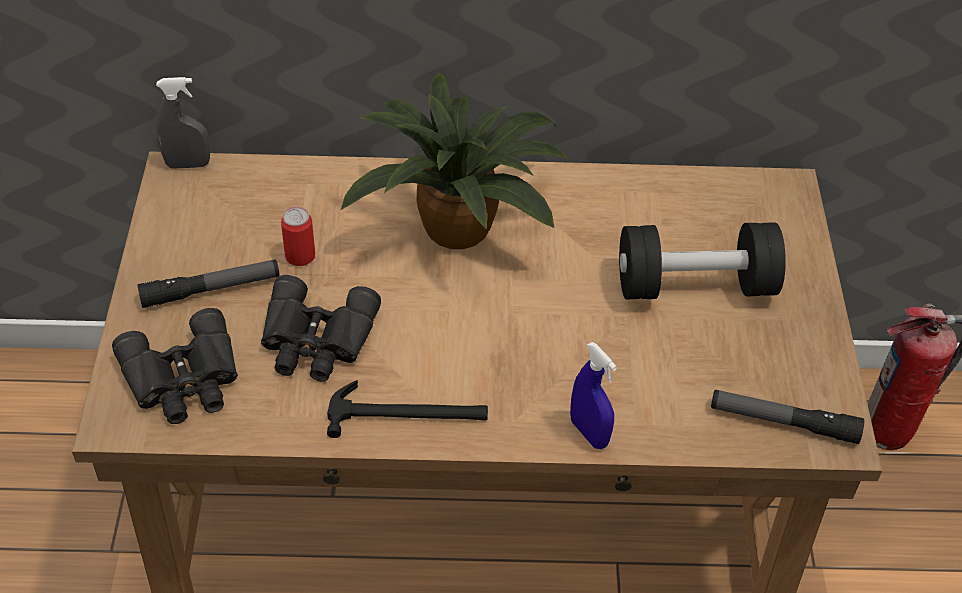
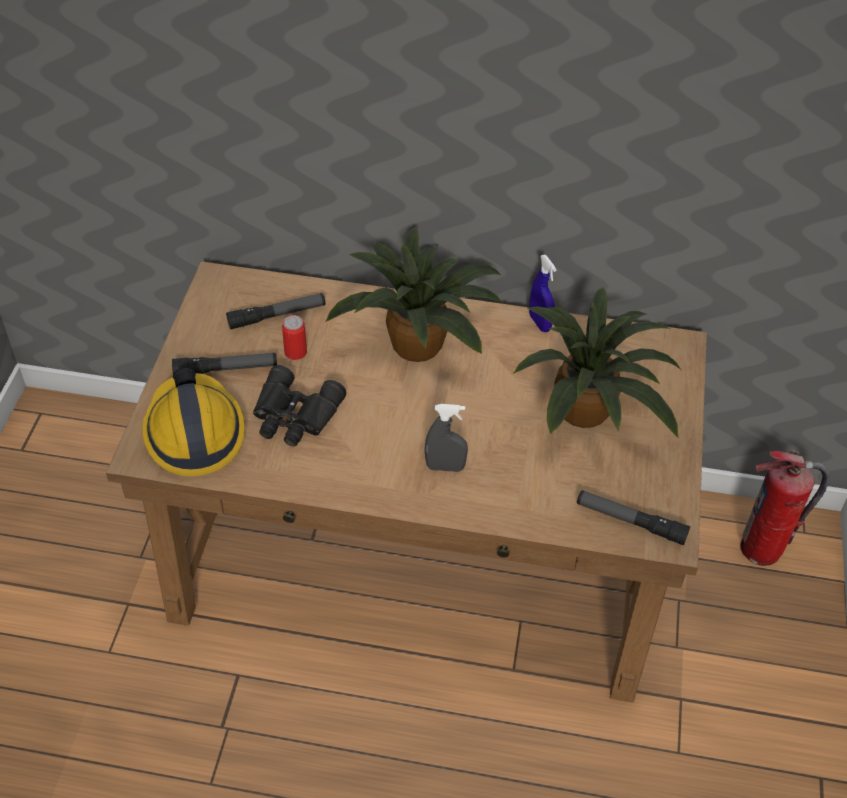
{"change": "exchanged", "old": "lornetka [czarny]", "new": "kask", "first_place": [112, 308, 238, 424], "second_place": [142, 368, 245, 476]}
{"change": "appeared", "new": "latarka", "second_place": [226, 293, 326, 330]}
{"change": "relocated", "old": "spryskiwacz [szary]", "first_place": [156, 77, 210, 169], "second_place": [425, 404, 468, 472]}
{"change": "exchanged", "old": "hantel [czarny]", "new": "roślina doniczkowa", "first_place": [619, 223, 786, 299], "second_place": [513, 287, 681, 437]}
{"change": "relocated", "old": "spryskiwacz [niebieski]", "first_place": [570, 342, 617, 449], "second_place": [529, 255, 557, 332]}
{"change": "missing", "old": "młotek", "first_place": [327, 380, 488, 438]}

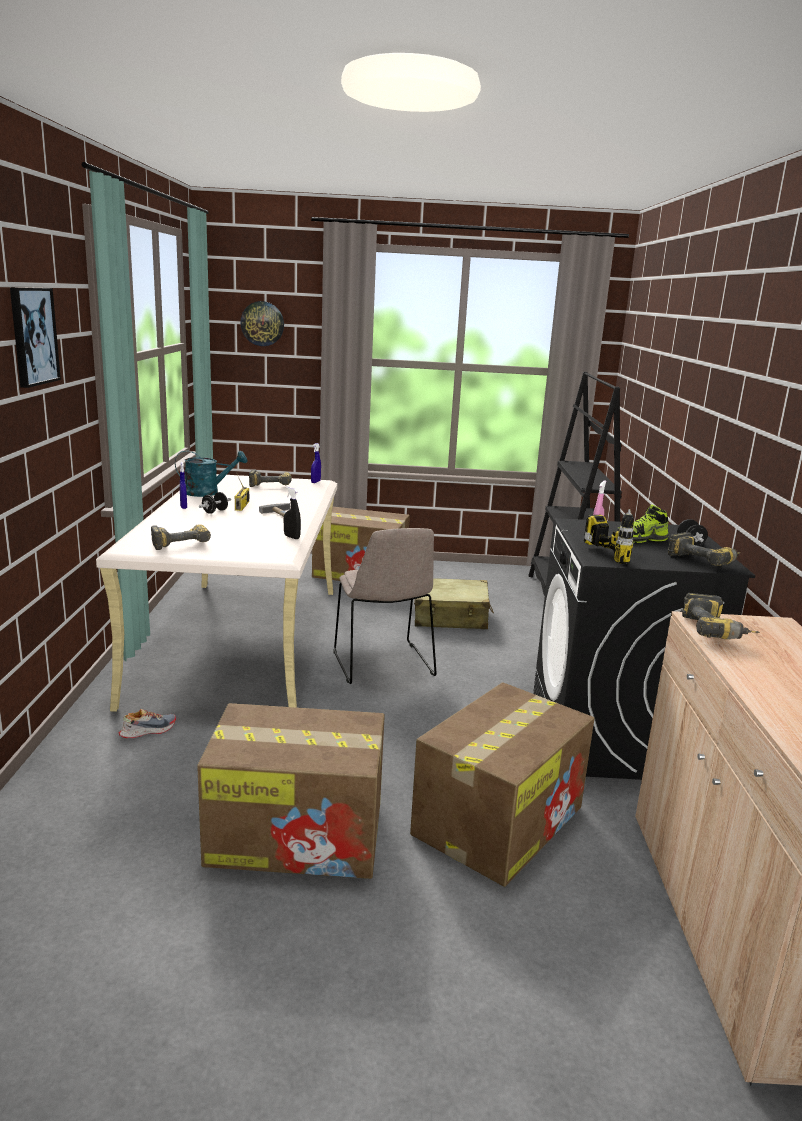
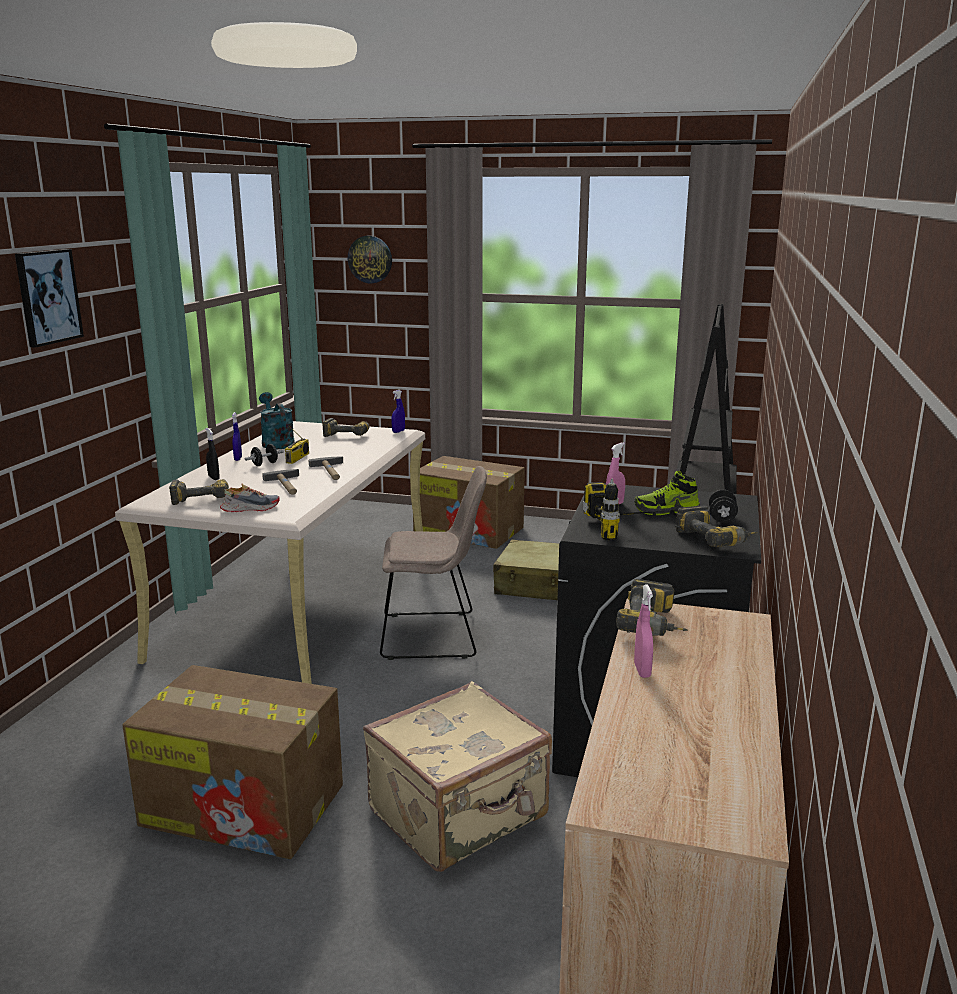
{"change": "relocated", "old": "spryskiwacz [czarny]", "first_place": [284, 487, 301, 539], "second_place": [205, 428, 220, 480]}
{"change": "relocated", "old": "but", "first_place": [119, 709, 176, 738], "second_place": [220, 484, 280, 512]}
{"change": "spun", "old": "konewka [turkusowy]", "first_place": [175, 450, 247, 497], "second_place": [259, 392, 295, 449], "degrees": -120}
{"change": "appeared", "new": "młotek", "second_place": [262, 469, 299, 495]}
{"change": "exchanged", "old": "karton", "new": "walizka [beżowy]", "first_place": [410, 682, 594, 887], "second_place": [363, 681, 552, 872]}
{"change": "spun", "old": "krzesło [beżowy]", "first_place": [333, 528, 436, 684], "second_place": [380, 466, 487, 660], "degrees": -90}
{"change": "appeared", "new": "spryskiwacz [różowy]", "second_place": [634, 584, 653, 678]}

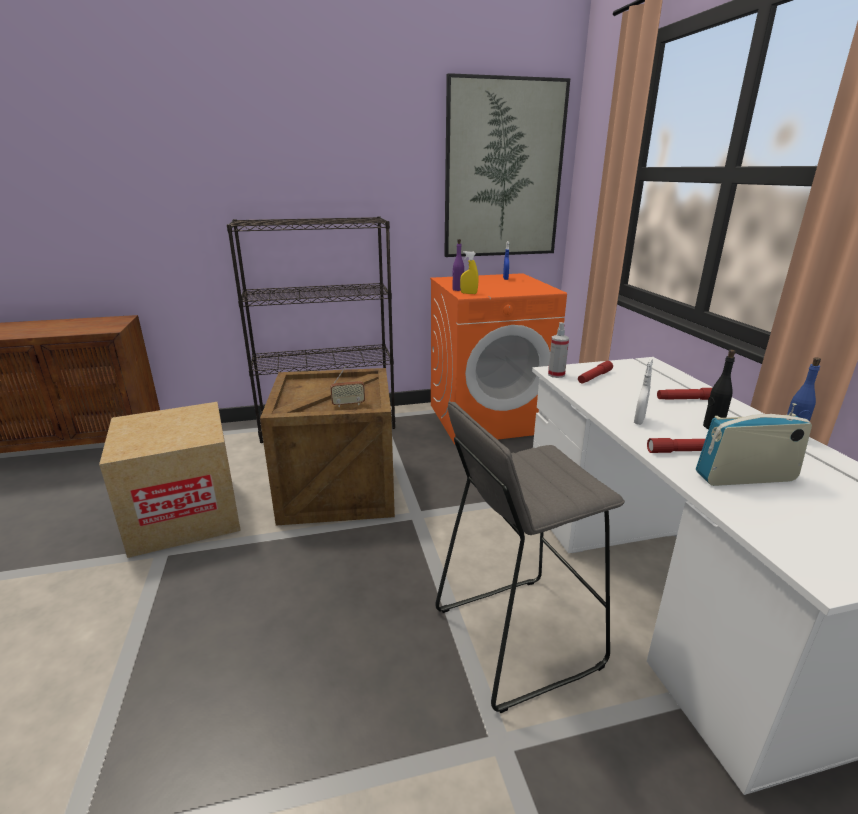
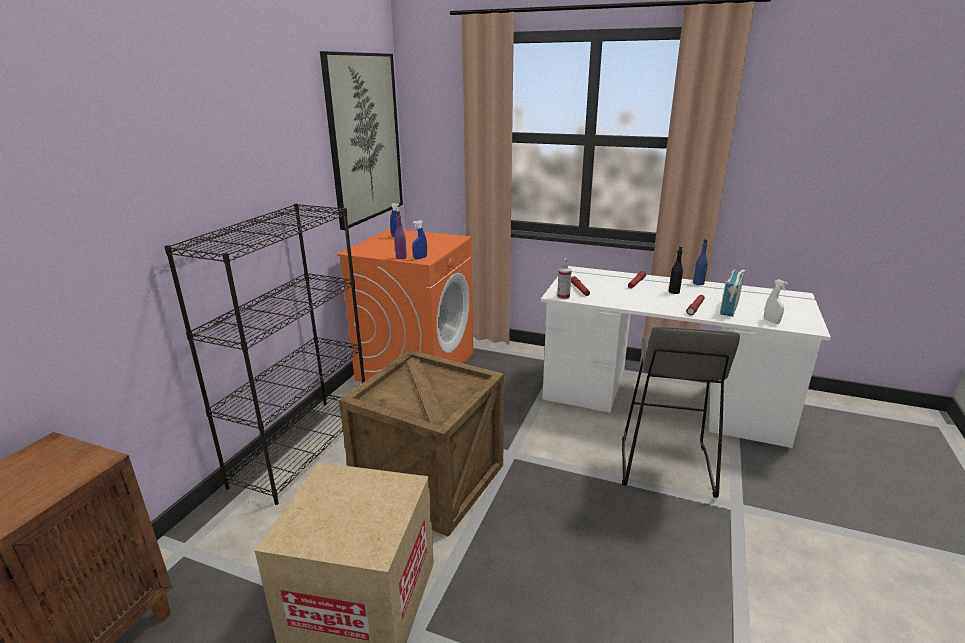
{"change": "colour", "old": "spryskiwacz [żółty]", "new": "spryskiwacz [niebieski]", "first_place": [460, 251, 478, 294], "second_place": [412, 220, 427, 259]}
{"change": "relocated", "old": "spryskiwacz [biały]", "first_place": [634, 359, 653, 425], "second_place": [764, 279, 788, 324]}
{"change": "missing", "old": "radio", "first_place": [330, 365, 365, 407]}

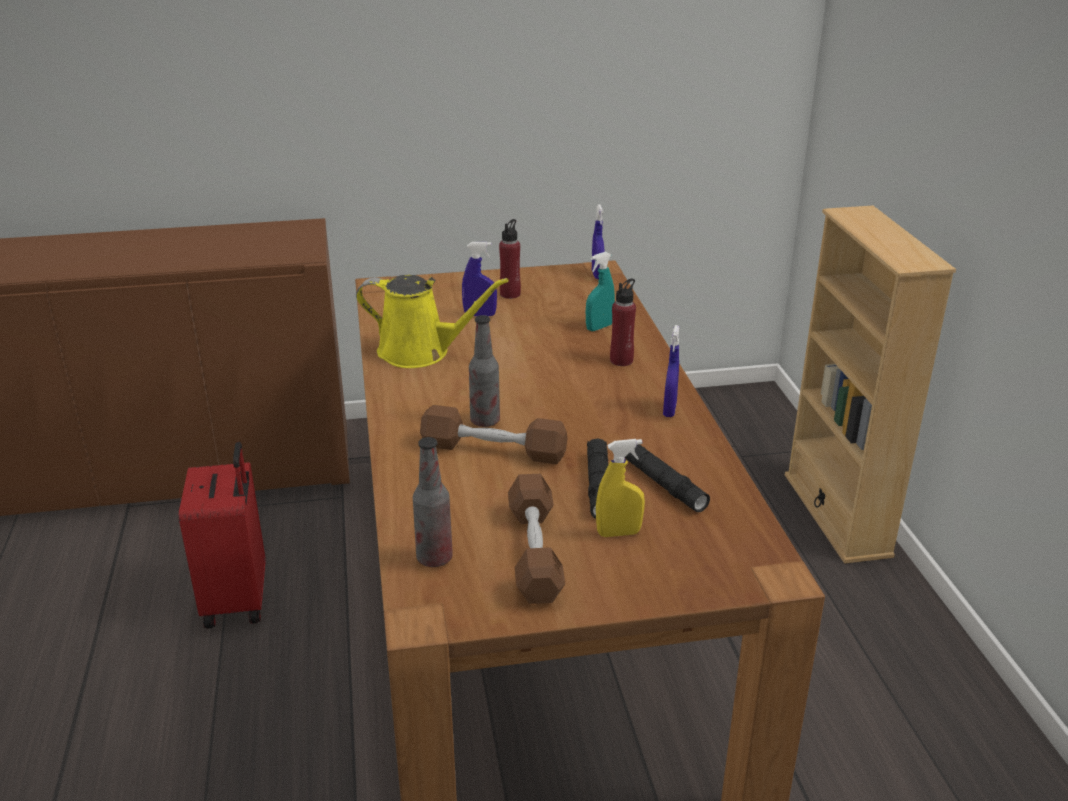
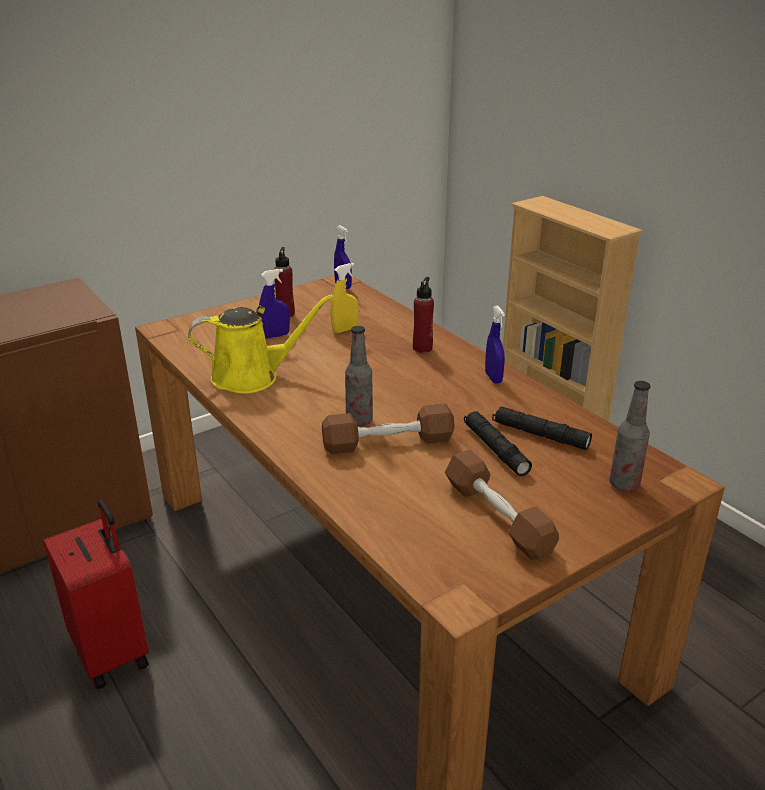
{"change": "relocated", "old": "spryskiwacz [żółty]", "first_place": [596, 439, 645, 537], "second_place": [331, 263, 359, 333]}
{"change": "relocated", "old": "butelka", "first_place": [413, 437, 453, 567], "second_place": [609, 381, 650, 491]}
{"change": "missing", "old": "spryskiwacz [turkusowy]", "first_place": [586, 252, 615, 331]}

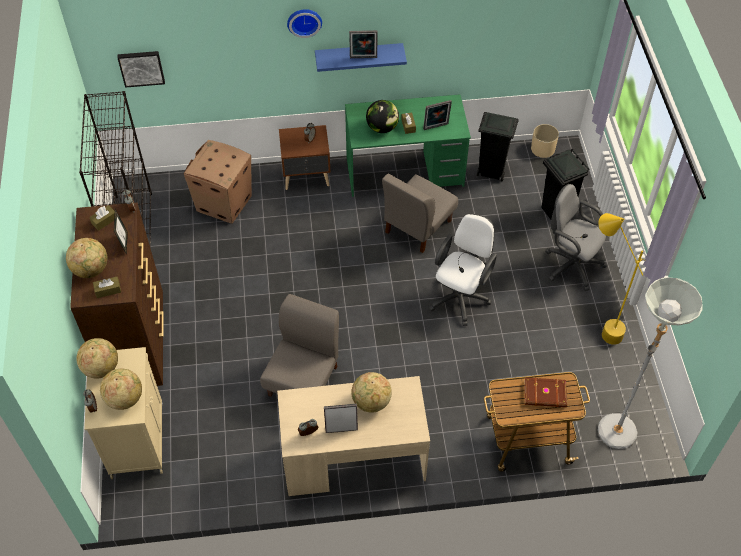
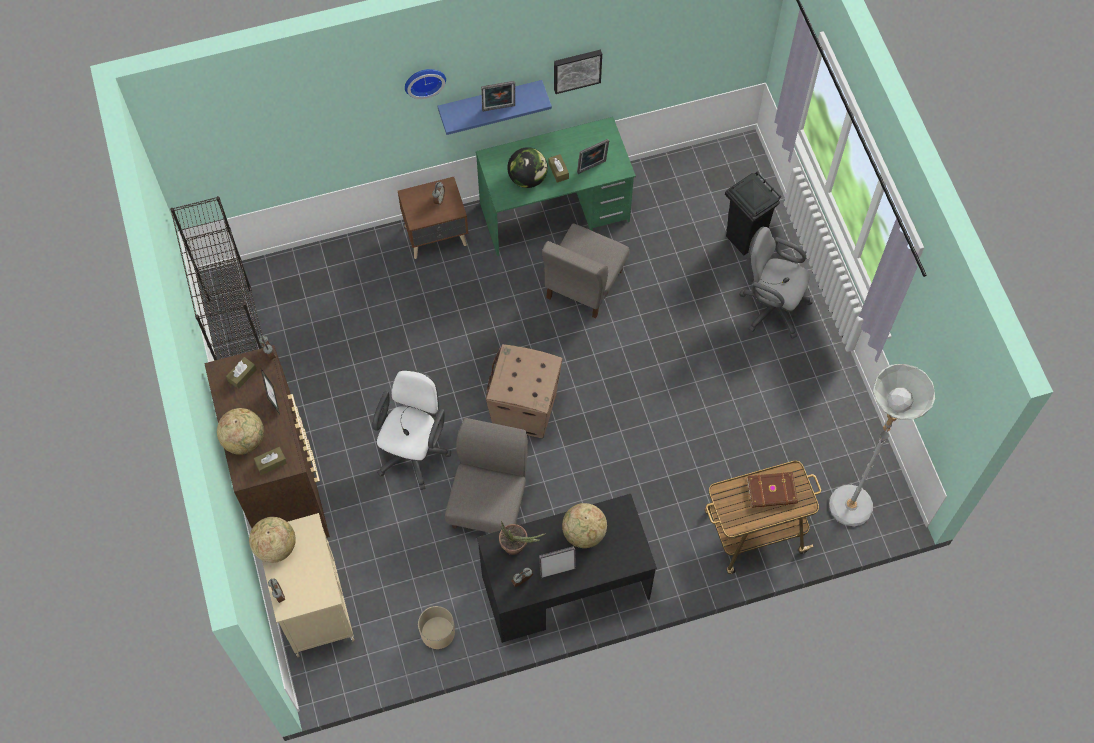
{"change": "relocated", "old": "krzesło biurowe [biały]", "first_place": [429, 214, 497, 326], "second_place": [372, 369, 451, 490]}
{"change": "relocated", "old": "donica [beżowy]", "first_place": [531, 124, 559, 158], "second_place": [418, 606, 455, 649]}
{"change": "colour", "old": "biurko [beżowy]", "new": "biurko [czarny]", "first_place": [277, 376, 430, 496], "second_place": [477, 494, 657, 643]}
{"change": "relocated", "old": "karton", "first_place": [183, 140, 252, 224], "second_place": [486, 344, 563, 439]}
{"change": "appeared", "new": "roślina doniczkowa", "second_place": [499, 521, 546, 555]}
{"change": "relocated", "old": "obraz", "first_place": [117, 51, 165, 88], "second_place": [554, 50, 602, 94]}
{"change": "missing", "old": "globus", "first_place": [100, 368, 142, 410]}
{"change": "missing", "old": "kosz na śmieci [czarny]", "first_place": [477, 112, 519, 181]}
{"change": "missing", "old": "lampa stojąca [żółty]", "first_place": [598, 213, 643, 345]}

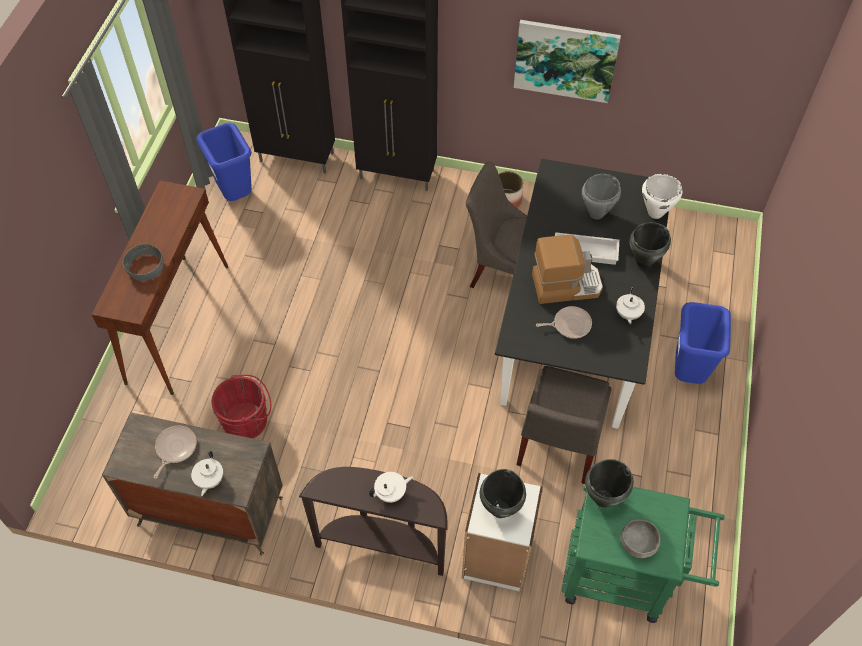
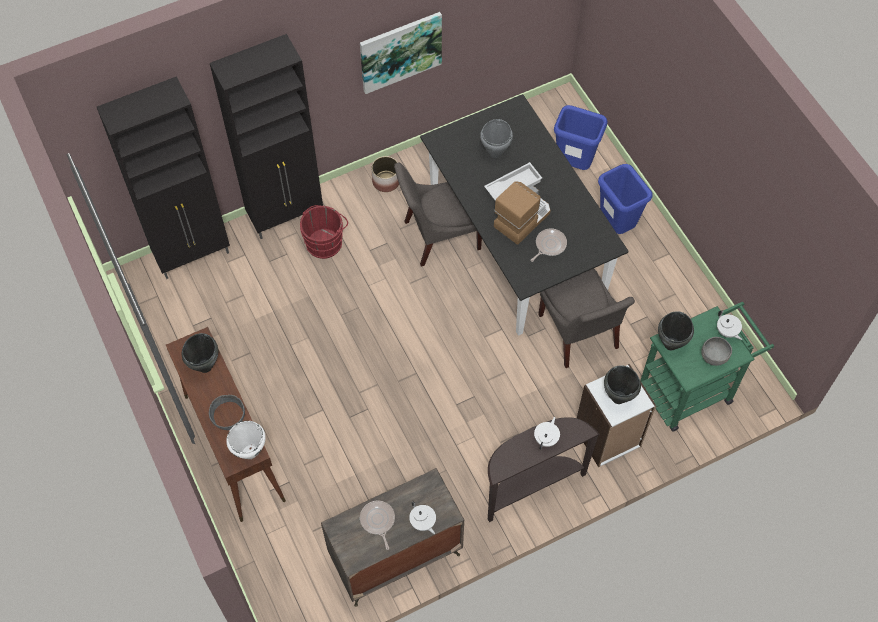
{"change": "relocated", "old": "garnek [czarny]", "first_place": [629, 222, 671, 268], "second_place": [182, 333, 218, 373]}
{"change": "relocated", "old": "garnek [biały]", "first_place": [642, 174, 683, 219], "second_place": [226, 421, 266, 459]}
{"change": "relocated", "old": "wiadro [czerwony]", "first_place": [212, 375, 271, 439], "second_place": [300, 205, 348, 259]}
{"change": "relocated", "old": "kosz na śmieci [niebieski]", "first_place": [196, 123, 252, 201], "second_place": [554, 105, 608, 170]}
{"change": "relocated", "old": "imbryk [biały]", "first_place": [616, 287, 645, 324], "second_place": [717, 310, 742, 340]}

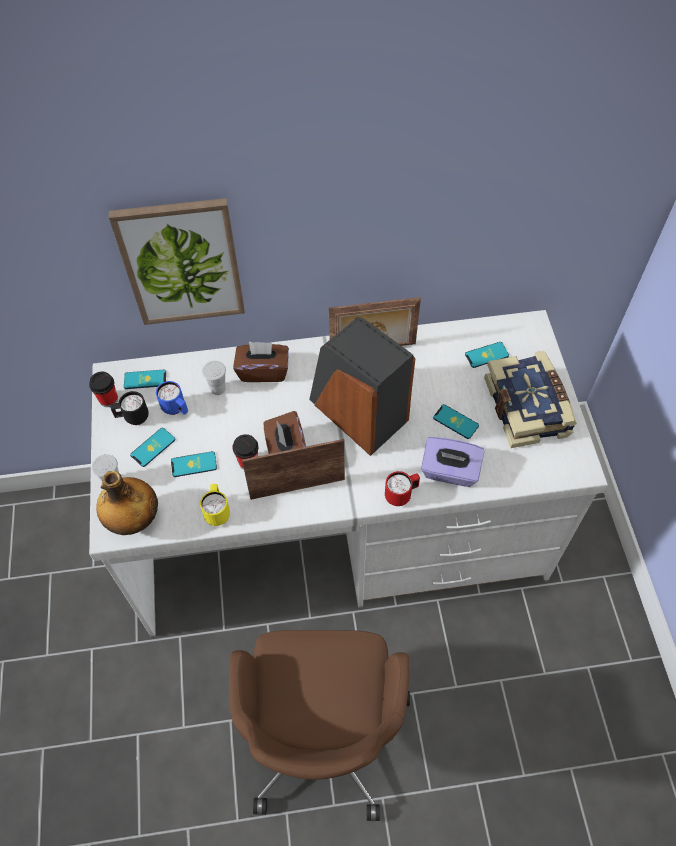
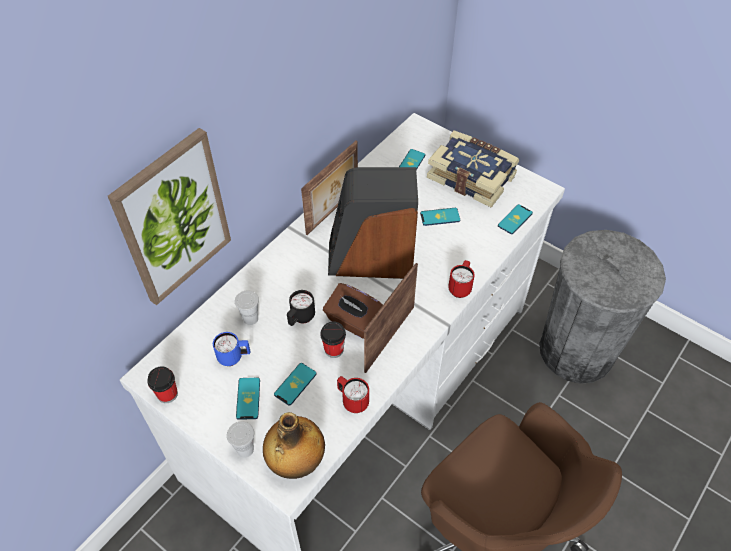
{"change": "relocated", "old": "kubek [czarny]", "first_place": [110, 391, 149, 425], "second_place": [287, 290, 315, 326]}
{"change": "colour", "old": "kubek [żółty]", "new": "kubek [czerwony]", "first_place": [200, 484, 230, 526], "second_place": [337, 376, 369, 413]}
{"change": "relocated", "old": "telefon", "first_place": [124, 370, 166, 389], "second_place": [498, 204, 533, 234]}
{"change": "appeared", "new": "kosz na śmieci [szary]", "second_place": [539, 230, 666, 384]}
{"change": "missing", "old": "pudełko chusteczek [brązowy]", "first_place": [233, 342, 289, 382]}
{"change": "missing", "old": "pudełko chusteczek [fioletowy]", "first_place": [421, 437, 485, 487]}

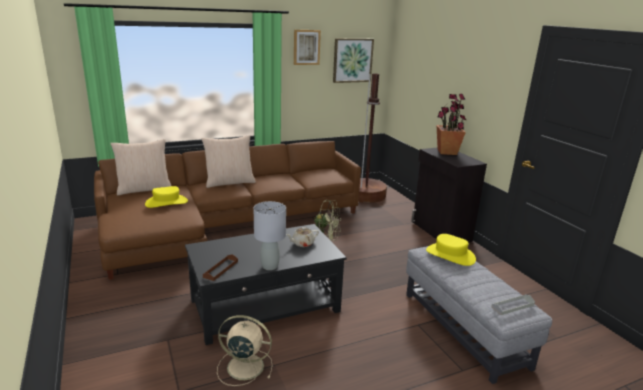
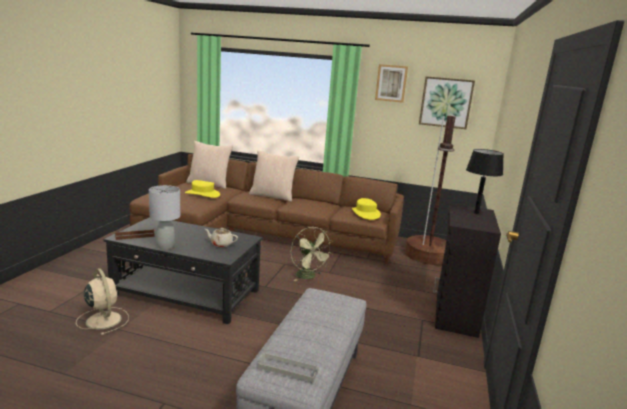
{"change": "relocated", "old": "kapelusz [żółty]", "first_place": [426, 234, 476, 266], "second_place": [352, 198, 381, 220]}
{"change": "exchanged", "old": "roślina doniczkowa", "new": "lampa stołowa [czarny]", "first_place": [437, 94, 466, 155], "second_place": [466, 149, 504, 214]}

